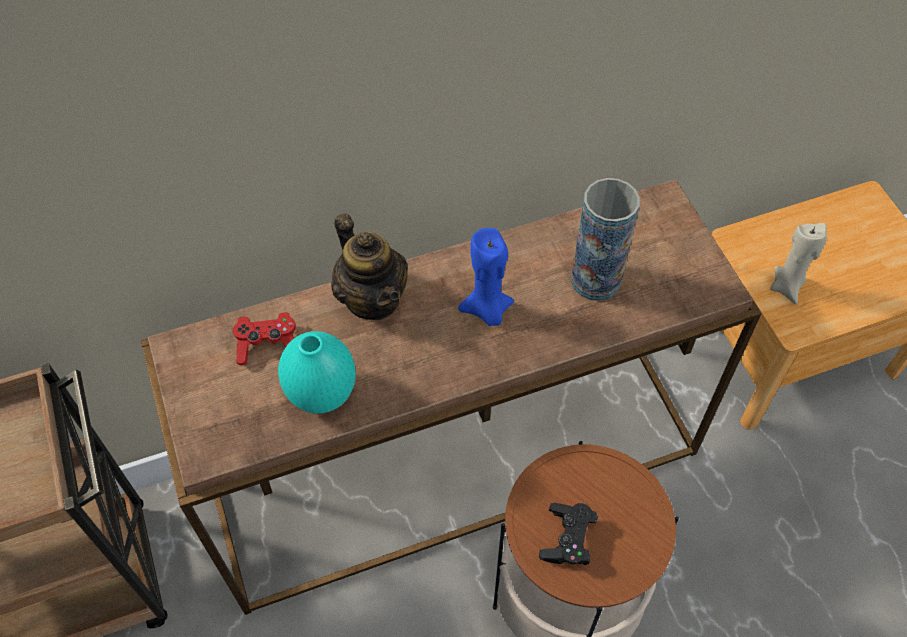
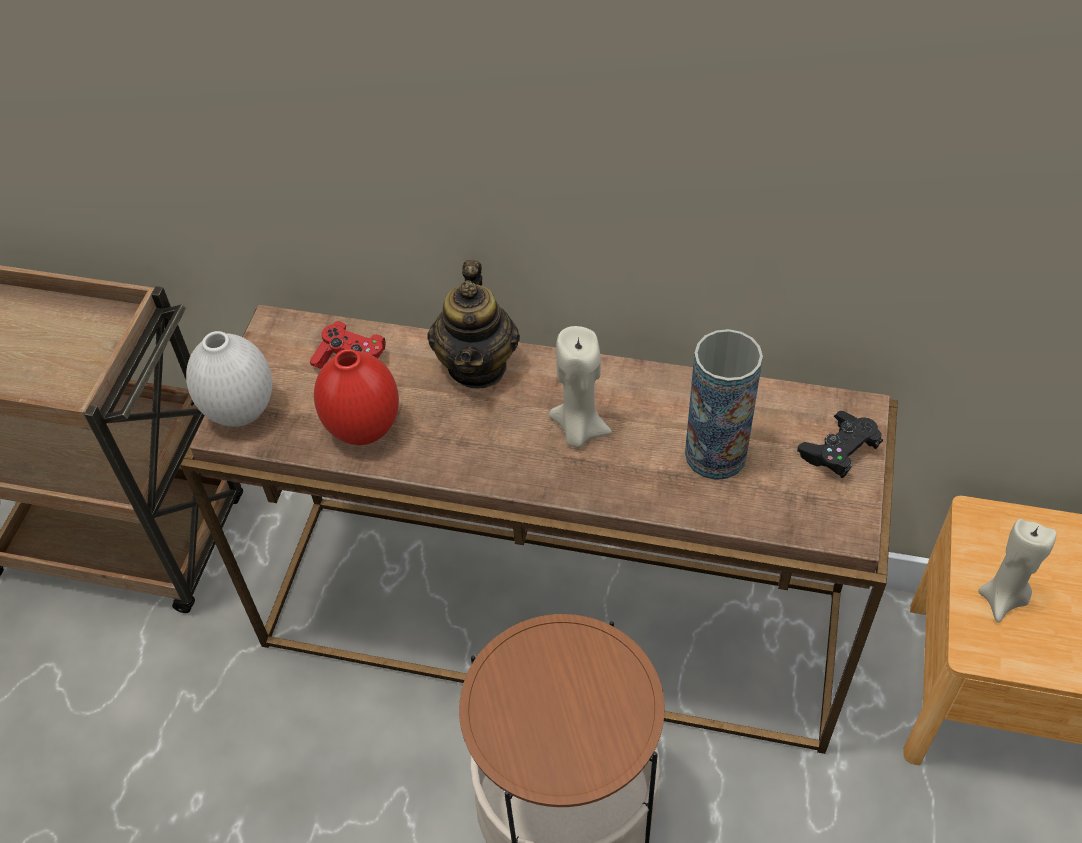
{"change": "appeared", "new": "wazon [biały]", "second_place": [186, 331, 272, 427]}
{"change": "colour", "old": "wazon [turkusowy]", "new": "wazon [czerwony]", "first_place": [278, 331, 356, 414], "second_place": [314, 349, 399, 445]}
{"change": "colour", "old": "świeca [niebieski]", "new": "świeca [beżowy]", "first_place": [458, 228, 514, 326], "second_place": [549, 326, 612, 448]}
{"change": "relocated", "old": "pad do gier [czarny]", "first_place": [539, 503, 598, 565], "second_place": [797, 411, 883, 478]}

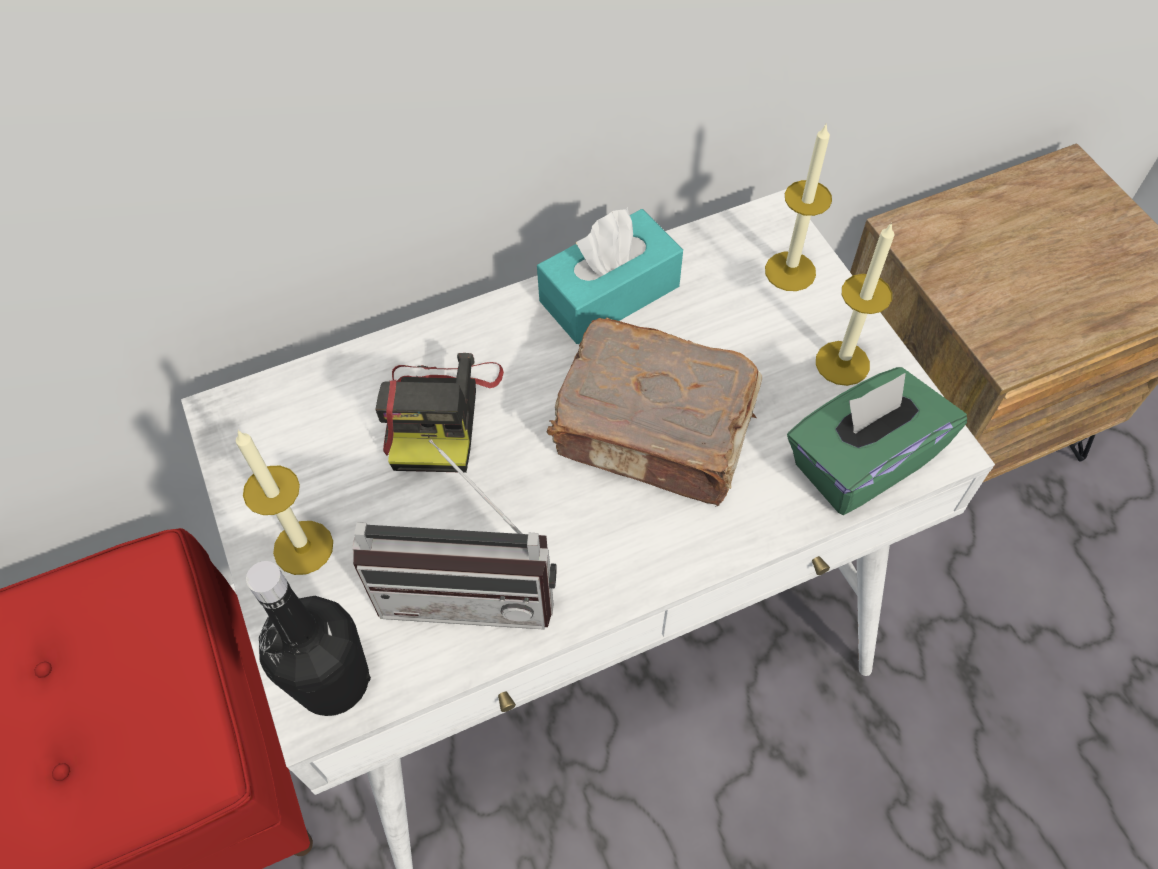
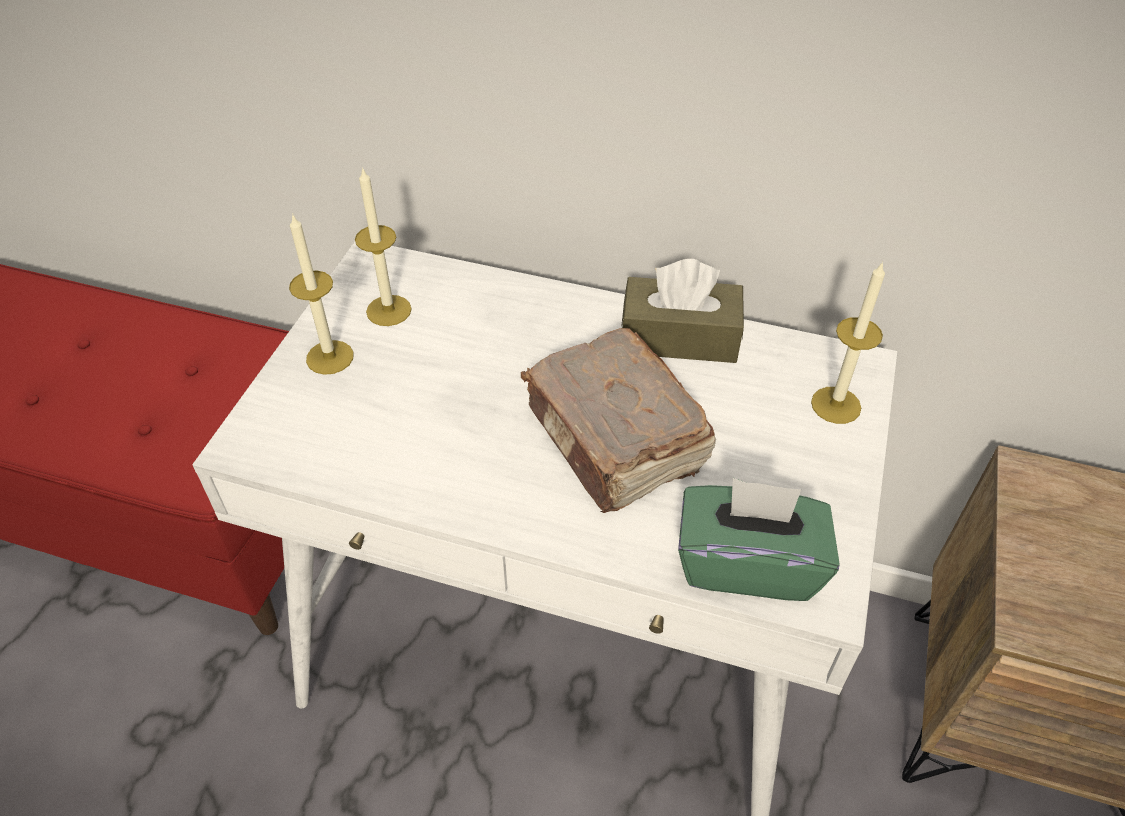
{"change": "relocated", "old": "świeca", "first_place": [816, 222, 894, 386], "second_place": [355, 167, 412, 326]}
{"change": "colour", "old": "pudełko chusteczek [turkusowy]", "new": "pudełko chusteczek [brązowy]", "first_place": [537, 207, 683, 344], "second_place": [621, 259, 744, 363]}
{"change": "missing", "old": "butelka [czarny]", "first_place": [246, 561, 371, 716]}
{"change": "missing", "old": "radio", "first_place": [352, 439, 557, 630]}
{"change": "missing", "old": "aparat fotograficzny", "first_place": [375, 353, 504, 473]}

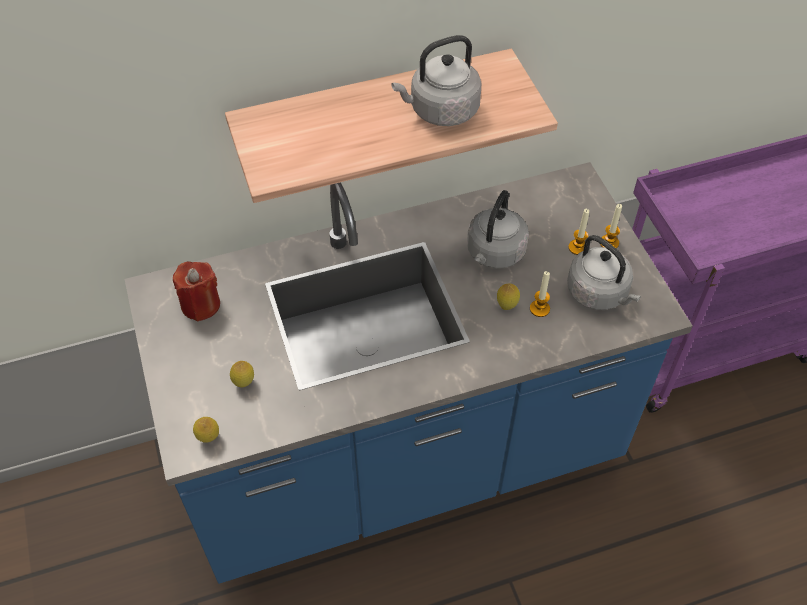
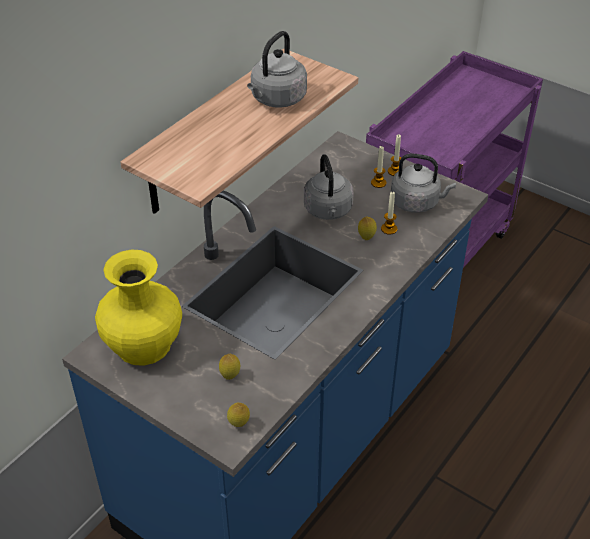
{"change": "exchanged", "old": "świeca [czerwony]", "new": "wazon [żółty]", "first_place": [173, 261, 220, 322], "second_place": [95, 250, 182, 366]}

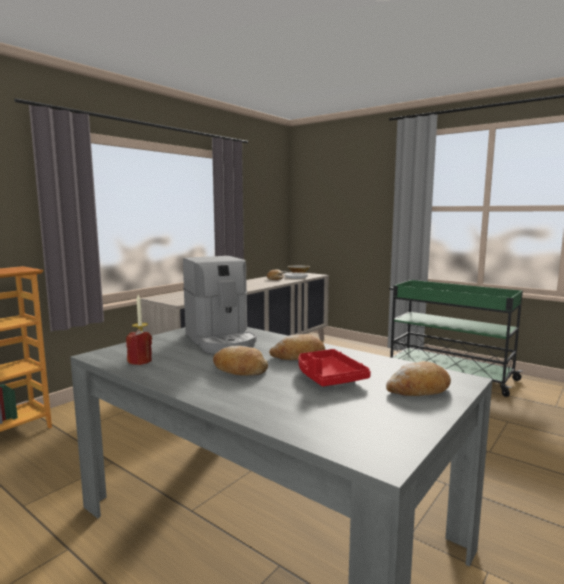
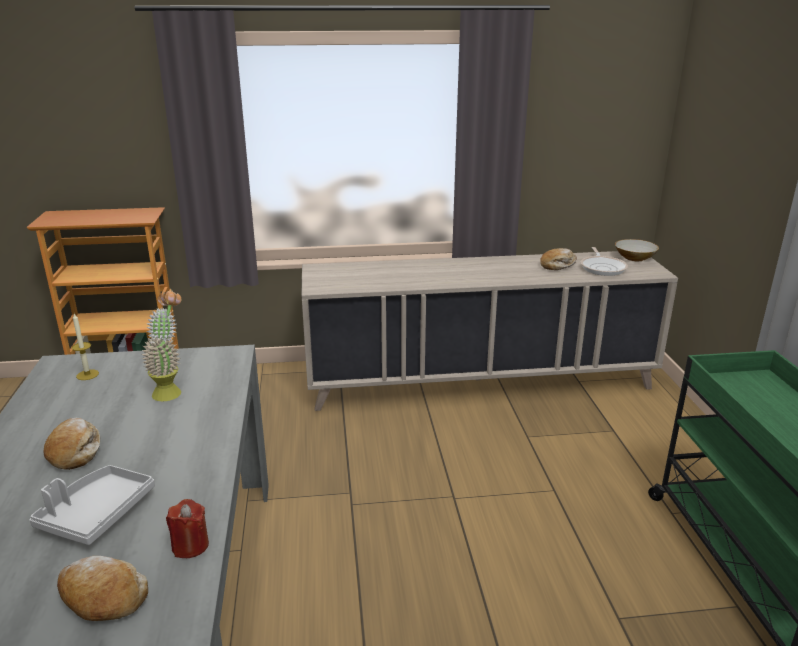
{"change": "colour", "old": "taca [czerwony]", "new": "taca [szary]", "first_place": [298, 349, 371, 386], "second_place": [30, 465, 155, 545]}
{"change": "exchanged", "old": "ekspres do kawy", "new": "roślina doniczkowa", "first_place": [183, 256, 257, 354], "second_place": [142, 289, 181, 401]}
{"change": "relocated", "old": "świeca [czerwony]", "first_place": [126, 329, 152, 365], "second_place": [166, 499, 209, 558]}
{"change": "missing", "old": "chleb", "first_place": [269, 334, 325, 360]}

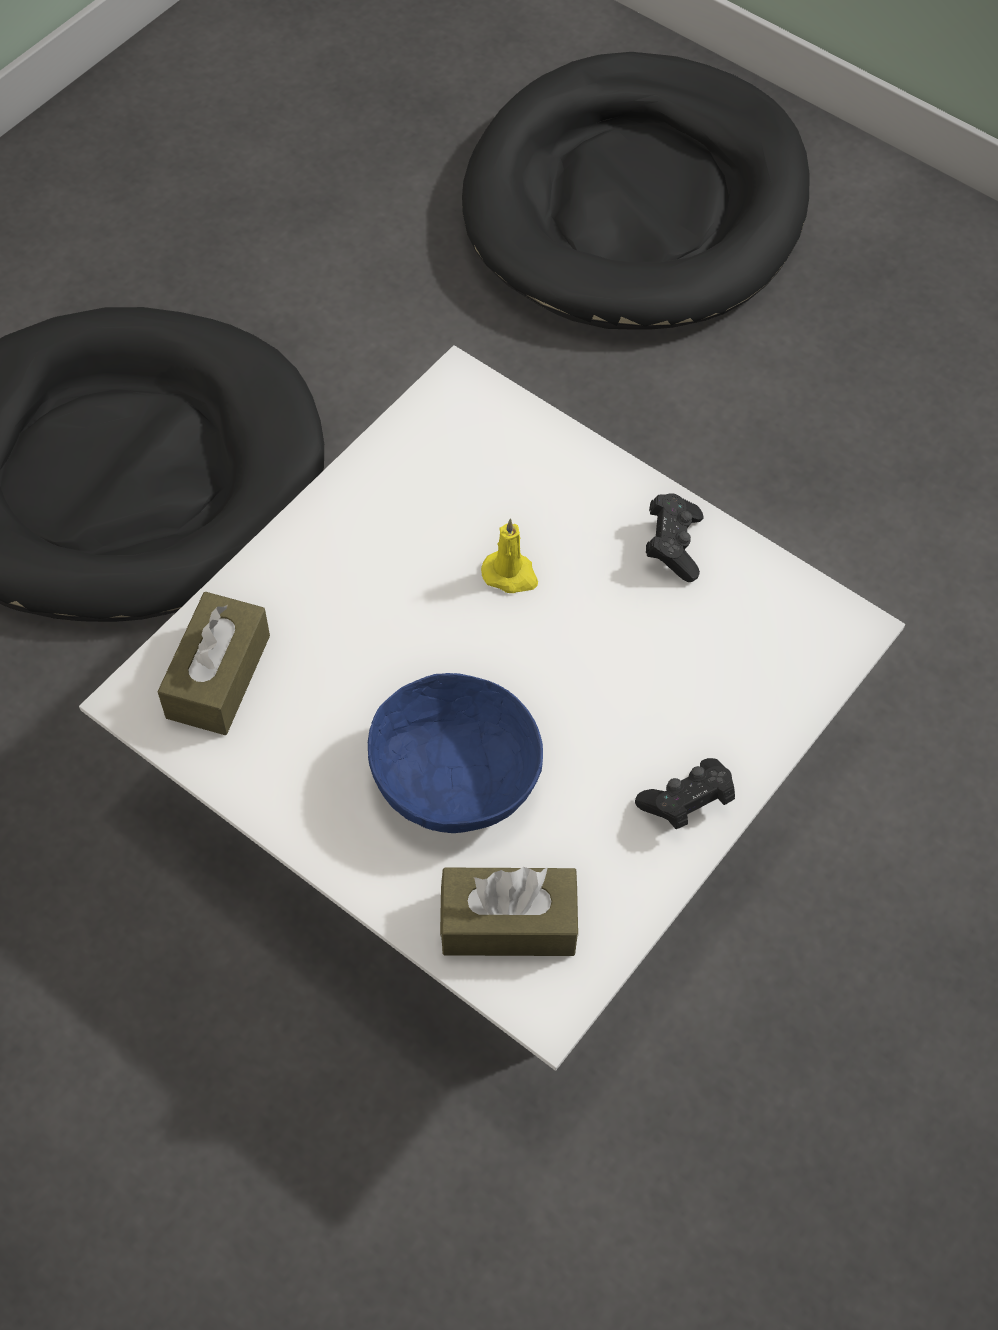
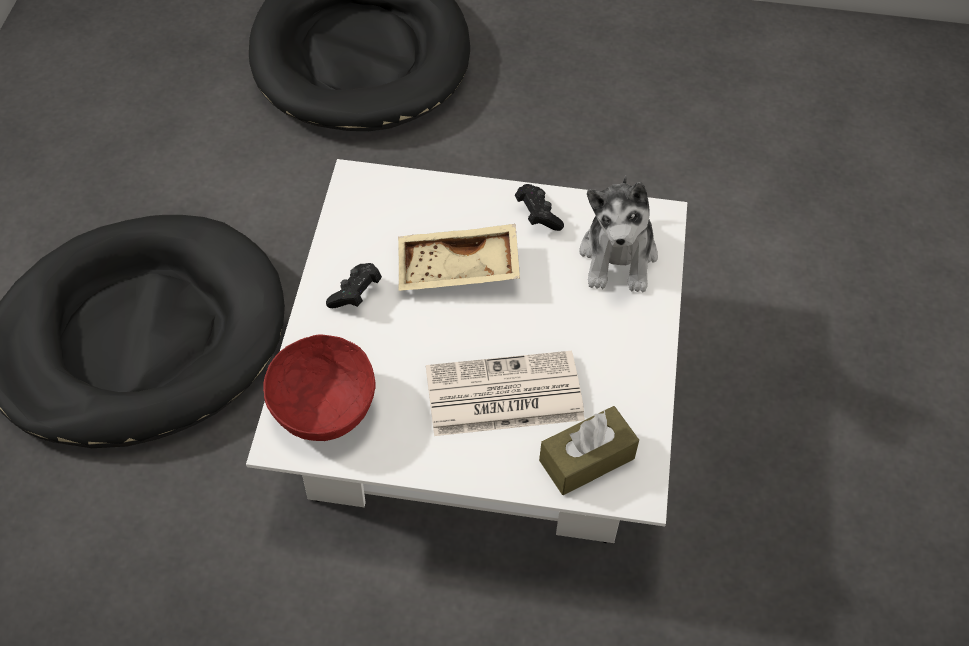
{"change": "exchanged", "old": "pudełko chusteczek [brązowy]", "new": "miska [czerwony]", "first_place": [157, 592, 270, 735], "second_place": [263, 335, 375, 441]}
{"change": "relocated", "old": "pad do gier [czarny]", "first_place": [635, 758, 735, 829], "second_place": [326, 263, 382, 308]}
{"change": "exchanged", "old": "świeca [żółty]", "new": "taca [beżowy]", "first_place": [481, 518, 538, 593], "second_place": [398, 224, 520, 291]}
{"change": "exchanged", "old": "miska [niebieski]", "new": "gazeta", "first_place": [368, 673, 543, 833], "second_place": [426, 351, 585, 436]}
{"change": "appeared", "new": "pluszak", "second_place": [579, 175, 658, 292]}

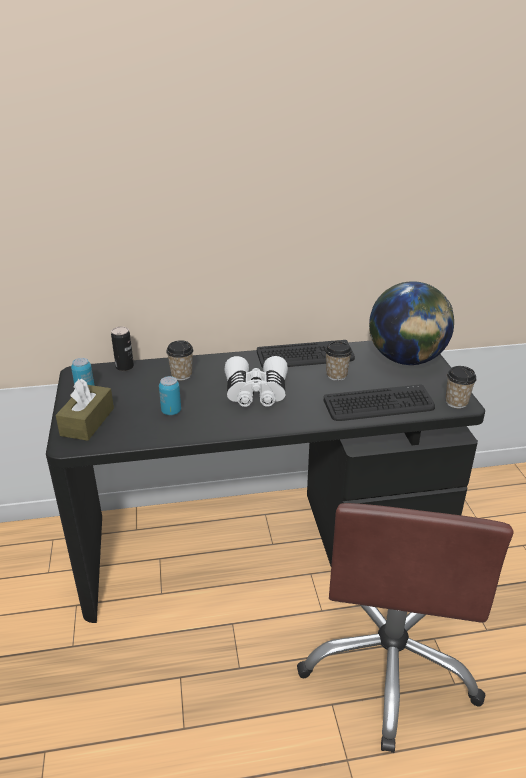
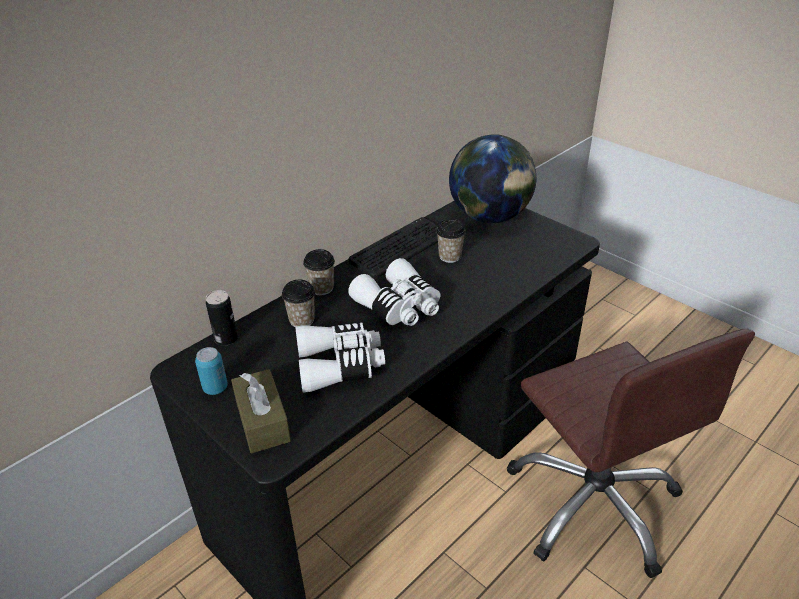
{"change": "exchanged", "old": "puszka", "new": "lornetka [biały]", "first_place": [159, 376, 181, 415], "second_place": [295, 322, 385, 393]}
{"change": "relocated", "old": "filiżanka", "first_place": [446, 366, 476, 408], "second_place": [303, 249, 335, 295]}
{"change": "missing", "old": "klawiatura", "first_place": [324, 385, 435, 421]}

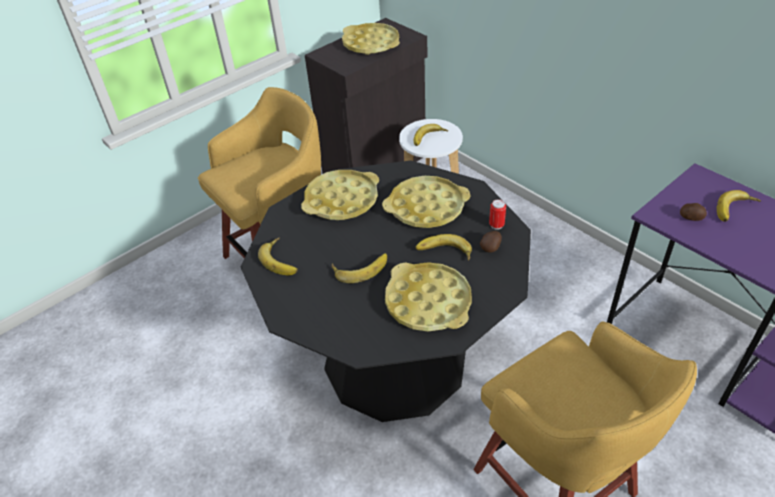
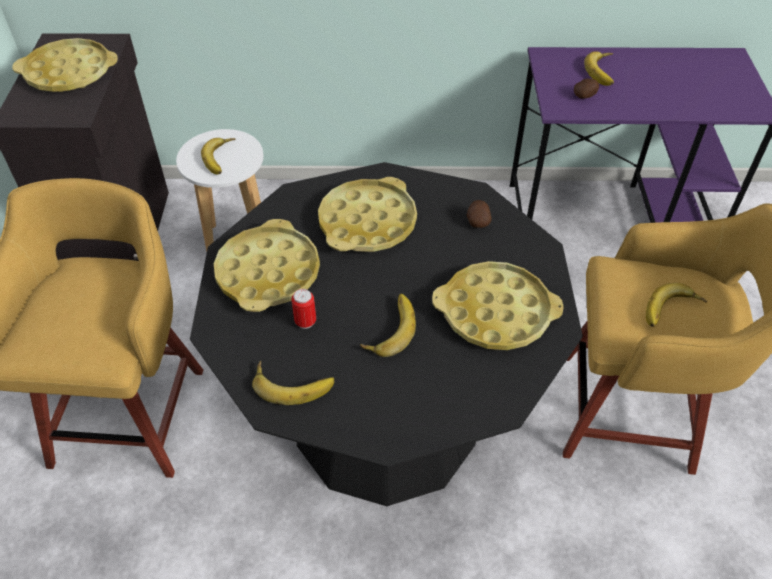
{"change": "relocated", "old": "puszka", "first_place": [489, 199, 506, 230], "second_place": [291, 289, 316, 329]}
{"change": "relocated", "old": "banan", "first_place": [415, 234, 472, 261], "second_place": [646, 283, 707, 327]}

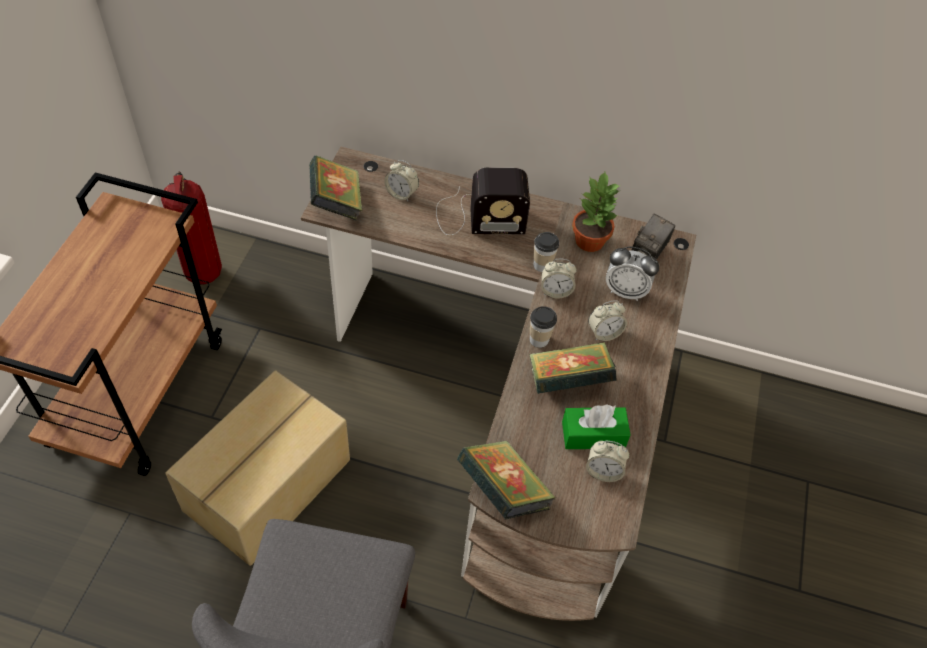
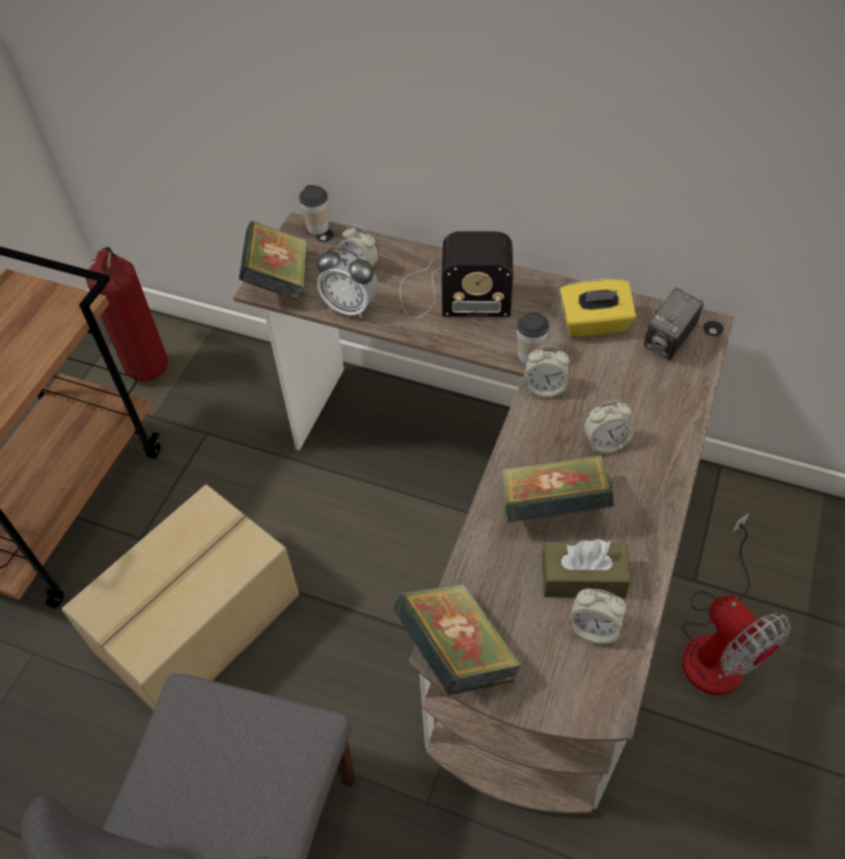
{"change": "relocated", "old": "filiżanka", "first_place": [530, 306, 557, 348], "second_place": [299, 185, 329, 235]}
{"change": "relocated", "old": "budzik", "first_place": [606, 246, 659, 301], "second_place": [317, 247, 378, 318]}
{"change": "colour", "old": "pudełko chusteczek [zielony]", "new": "pudełko chusteczek [brązowy]", "first_place": [562, 404, 631, 449], "second_place": [542, 539, 631, 598]}
{"change": "exchanged", "old": "roślina doniczkowa", "new": "pudełko chusteczek [żółty]", "first_place": [572, 172, 621, 252], "second_place": [559, 279, 636, 338]}
{"change": "appeared", "new": "wentylator", "second_place": [682, 513, 791, 695]}

